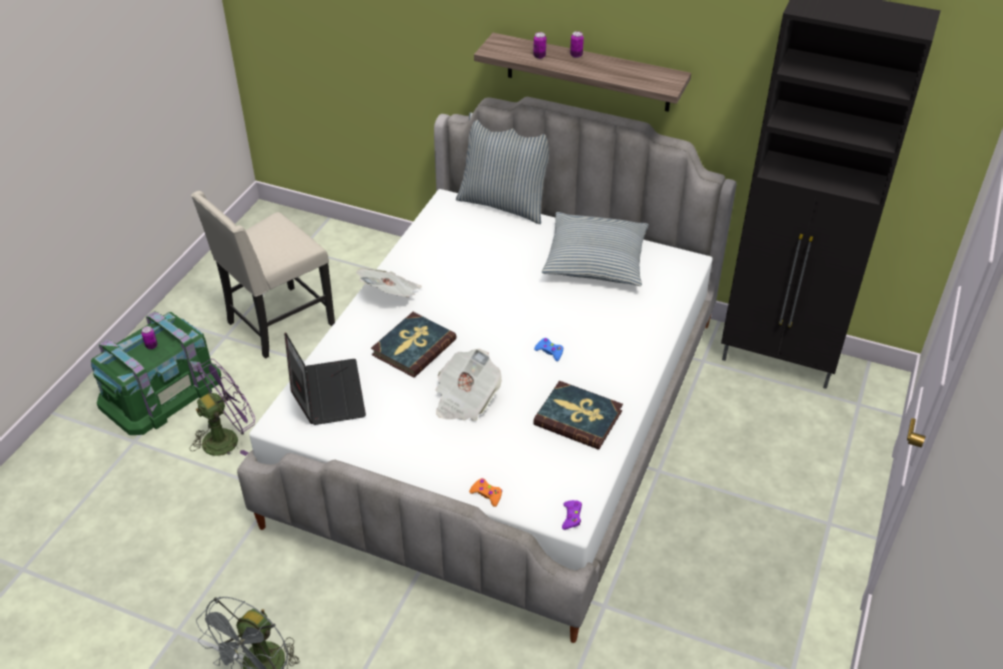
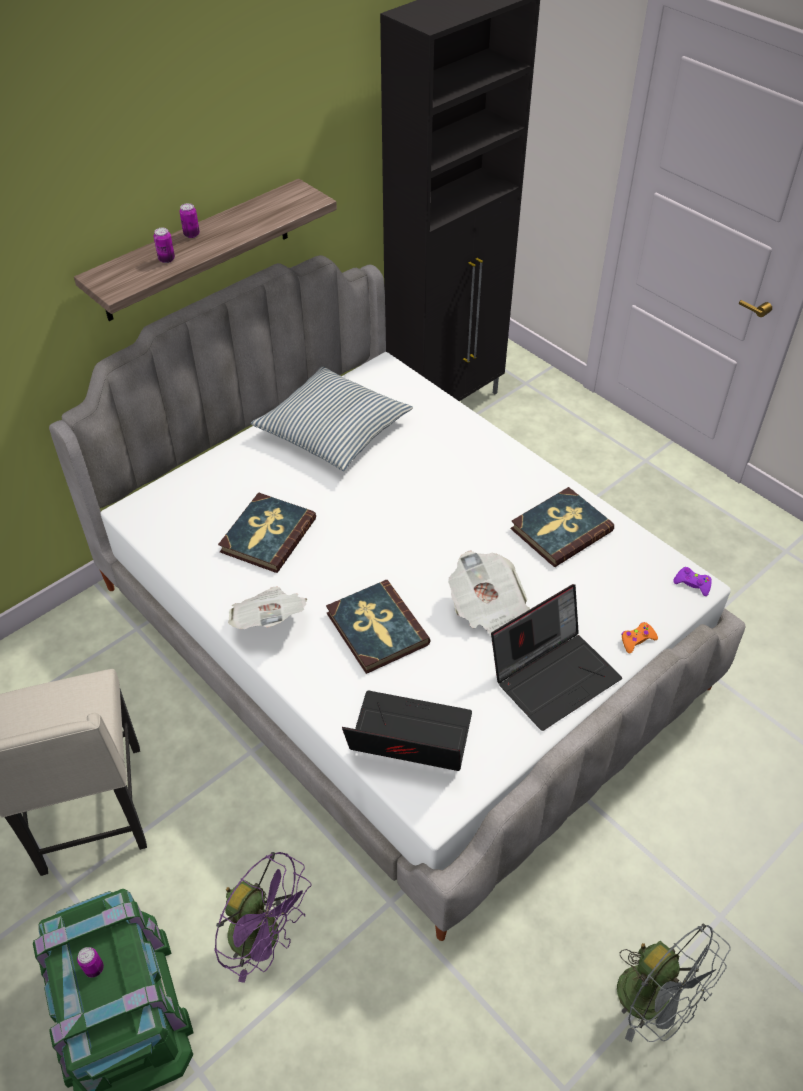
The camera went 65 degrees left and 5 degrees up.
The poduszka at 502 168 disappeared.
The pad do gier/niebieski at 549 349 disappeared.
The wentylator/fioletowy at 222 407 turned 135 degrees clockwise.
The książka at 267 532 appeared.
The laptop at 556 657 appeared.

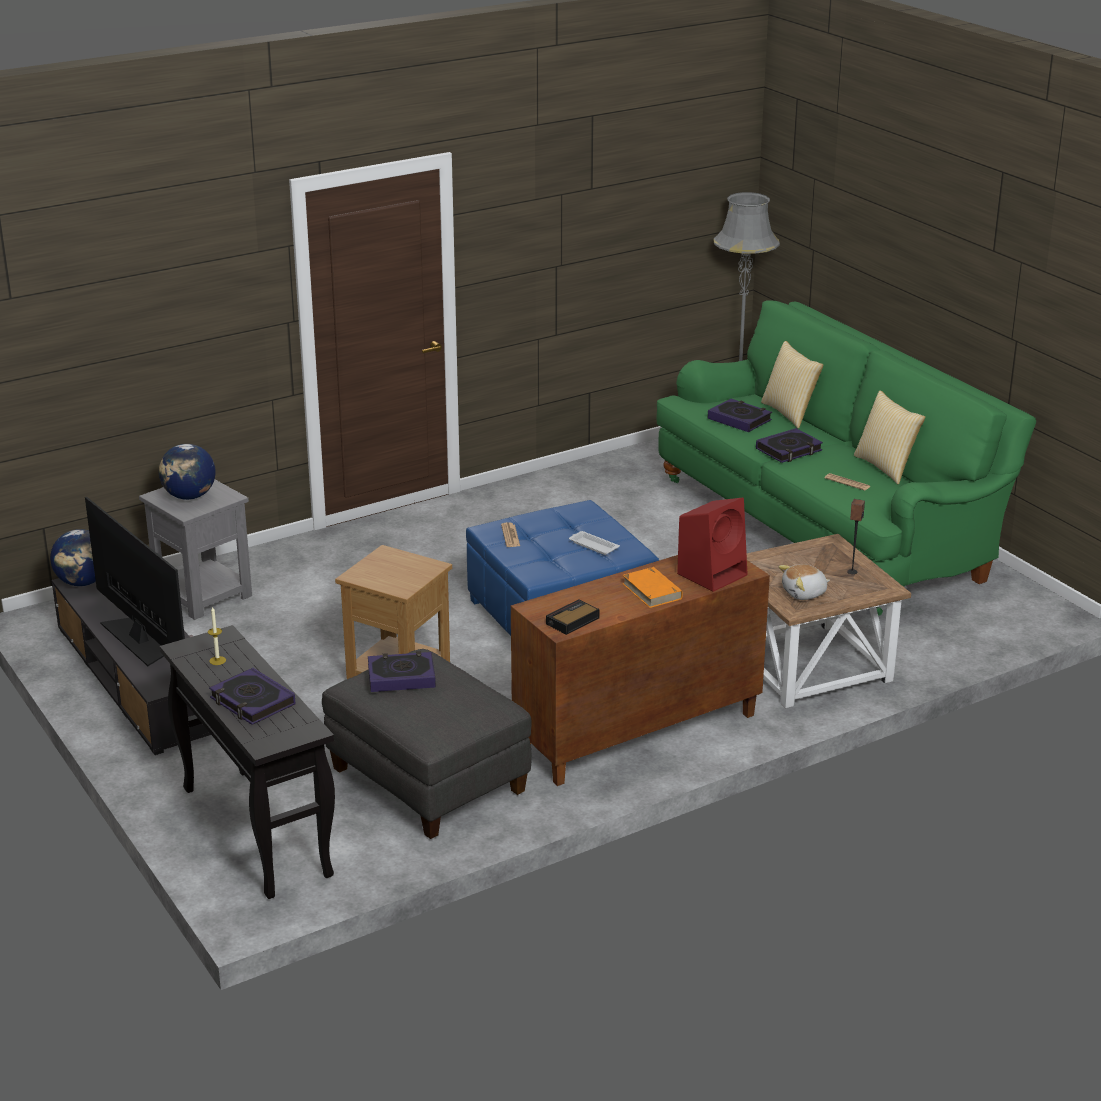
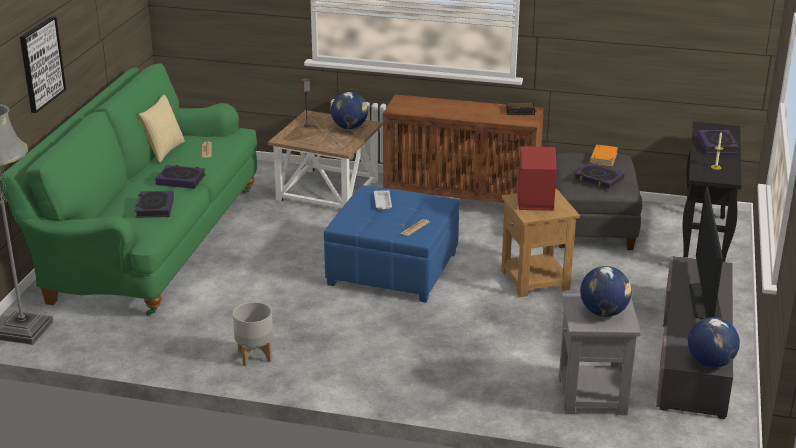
The camera went 135 degrees left and 0 degrees up.
The poduszka at 792 385 disappeared.
The głośnik/czerwony moved from 712 545 to 537 178.
The pluszak at 804 582 was replaced by the globus at 349 110.
The książka/pomarańczowy moved from 652 587 to 604 155.
The obraz at 43 64 appeared.
The donica/szary at 253 334 appeared.

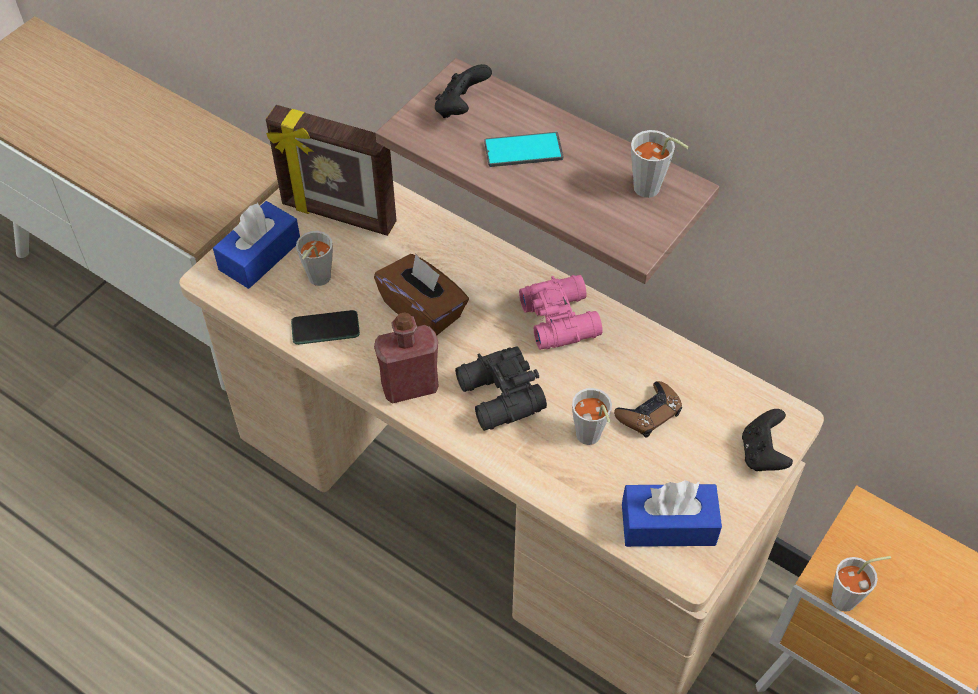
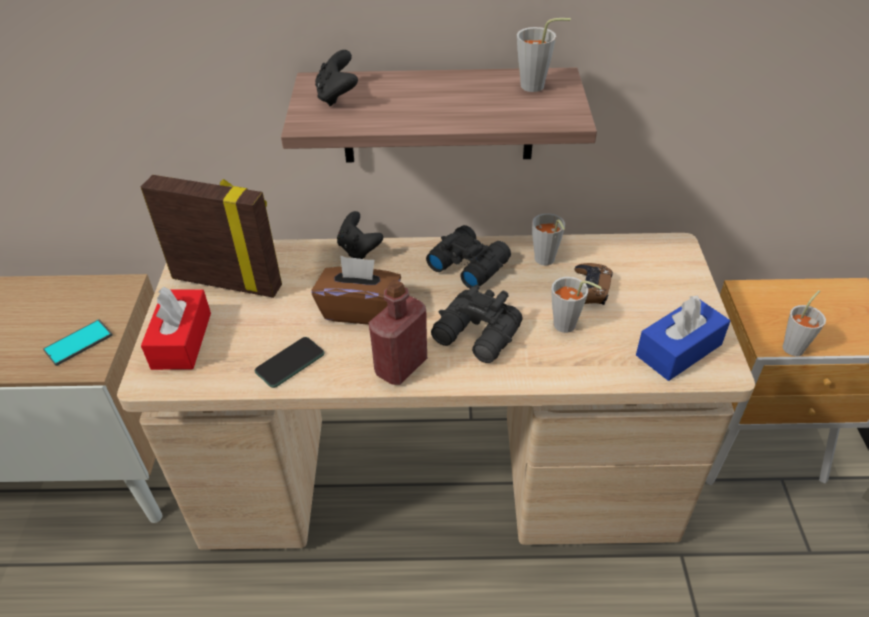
The camera went 35 degrees left and 10 degrees down.
The ramka na zdjęcie at 331 170 turned 150 degrees counterclockwise.
The telefon moved from 523 149 to 78 342.
The pudełko chusteczek/niebieski at 256 245 became the pudełko chusteczek/czerwony at 176 328.
The filiżanka/szary moved from 314 258 to 548 239.
The lornetka/różowy at 561 312 became the lornetka/czarny at 468 256.
The pad do gier/czarny moved from 767 440 to 360 235.

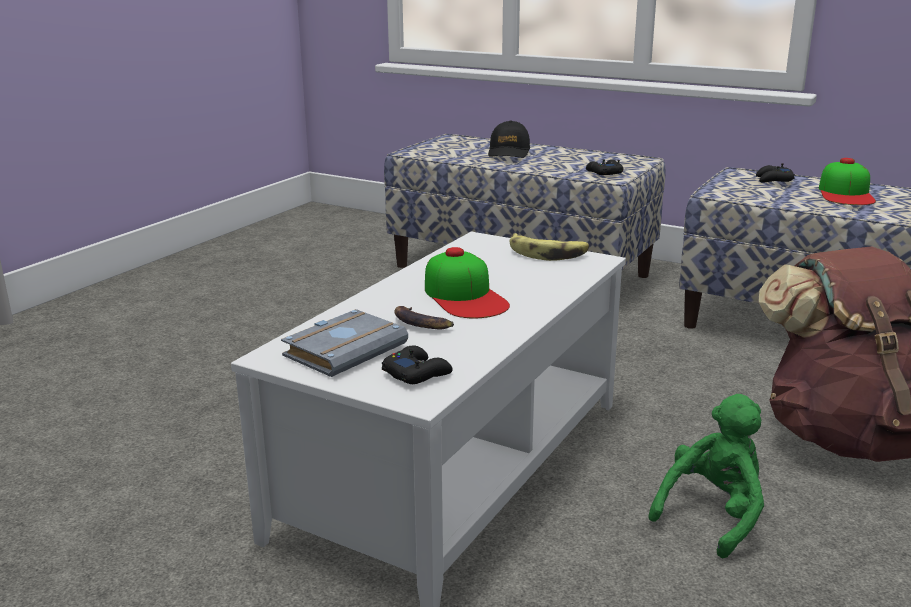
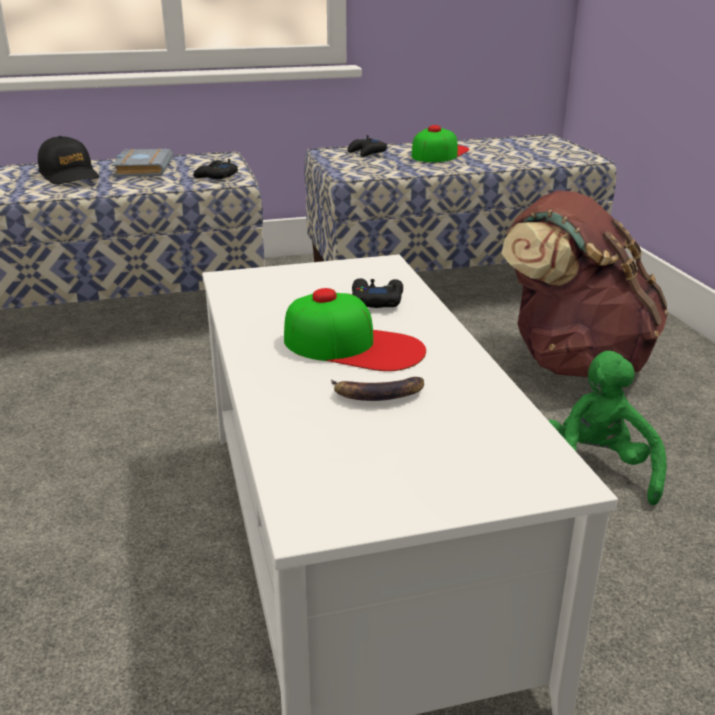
The camera went 45 degrees left and 5 degrees up.
The czapka z daszkiem at 847 181 turned 120 degrees counterclockwise.
The banan at 549 247 disappeared.
The książka/szary moved from 344 343 to 142 162.
The pad do gier/czarny moved from 417 364 to 377 293.

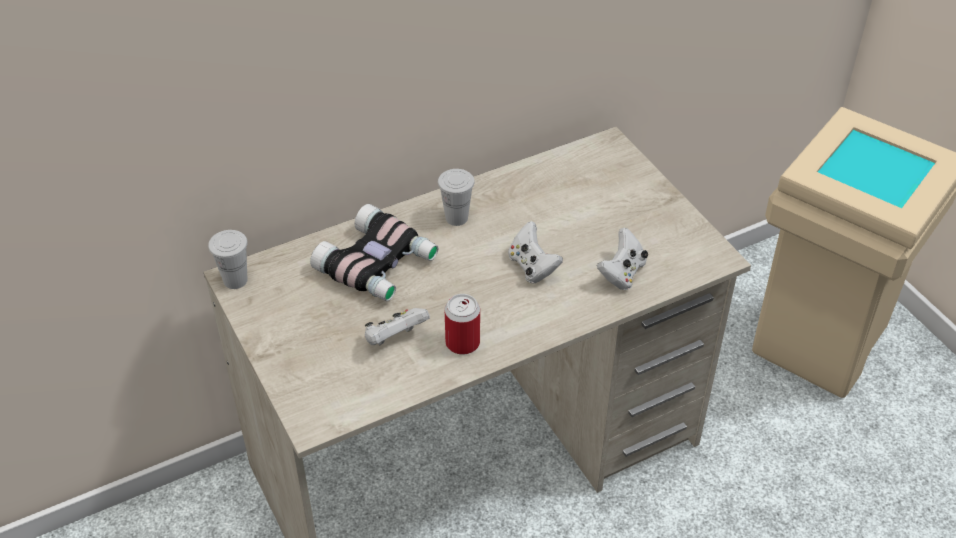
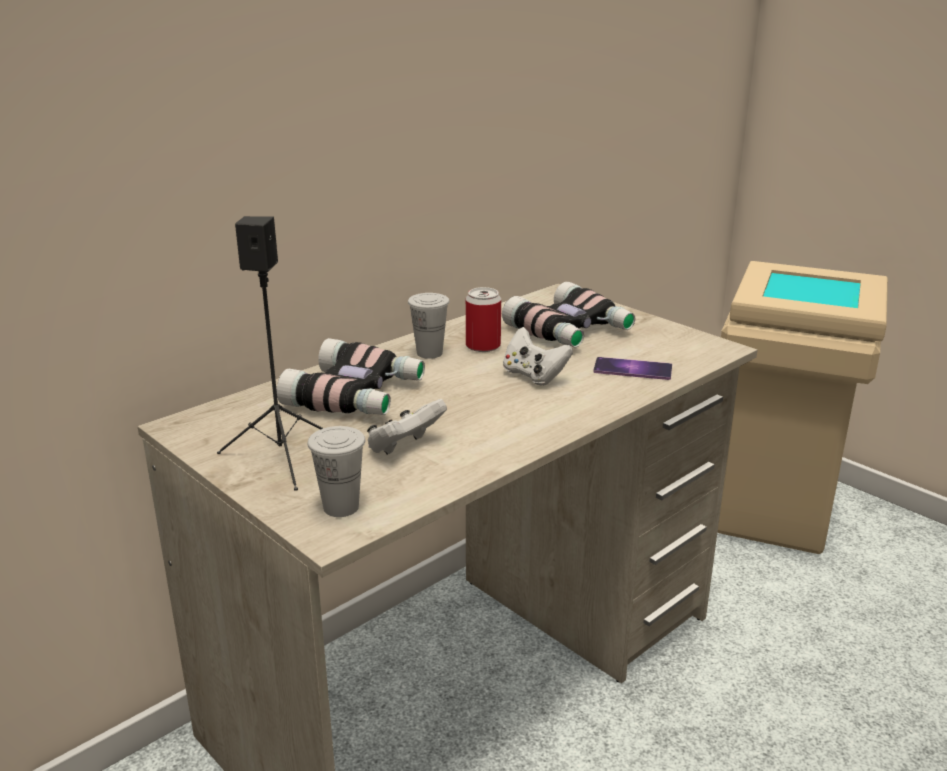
The camera went 15 degrees left and 20 degrees down.
The pad do gier/biały at 622 259 was replaced by the telefon at 632 368.
The filiżanka/biały moved from 228 259 to 336 471.
The puszka moved from 462 324 to 483 319.
The głośnik/czarny at 270 353 appeared.
The lornetka at 568 315 appeared.

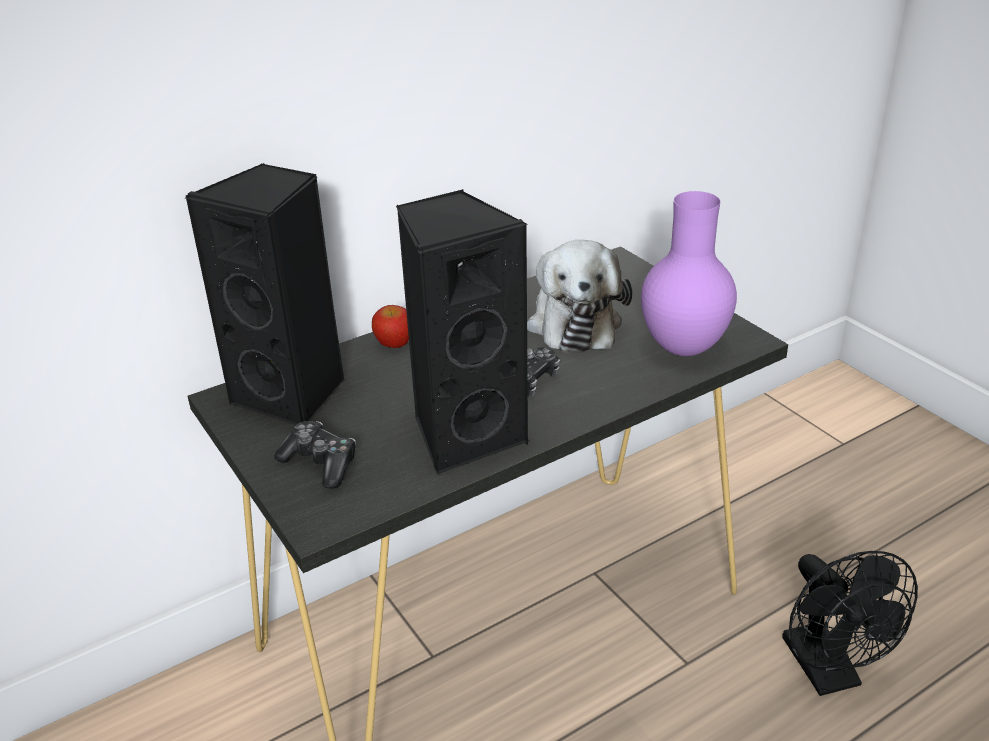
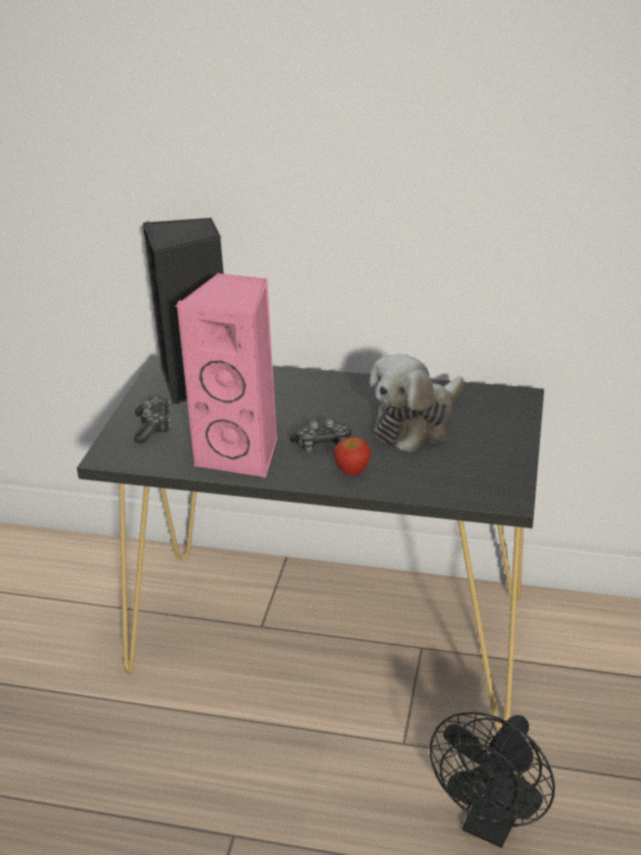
The camera went 45 degrees right and 0 degrees up.
The głośnik/czarny at 463 332 became the głośnik/różowy at 227 376.
The wazon/fioletowy at 689 273 disappeared.
The jabłko moved from 390 326 to 352 456.

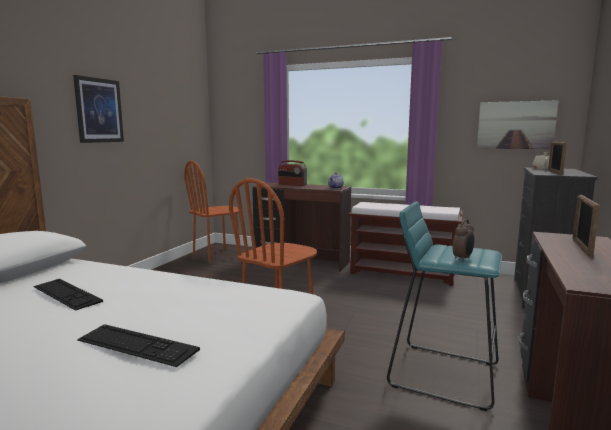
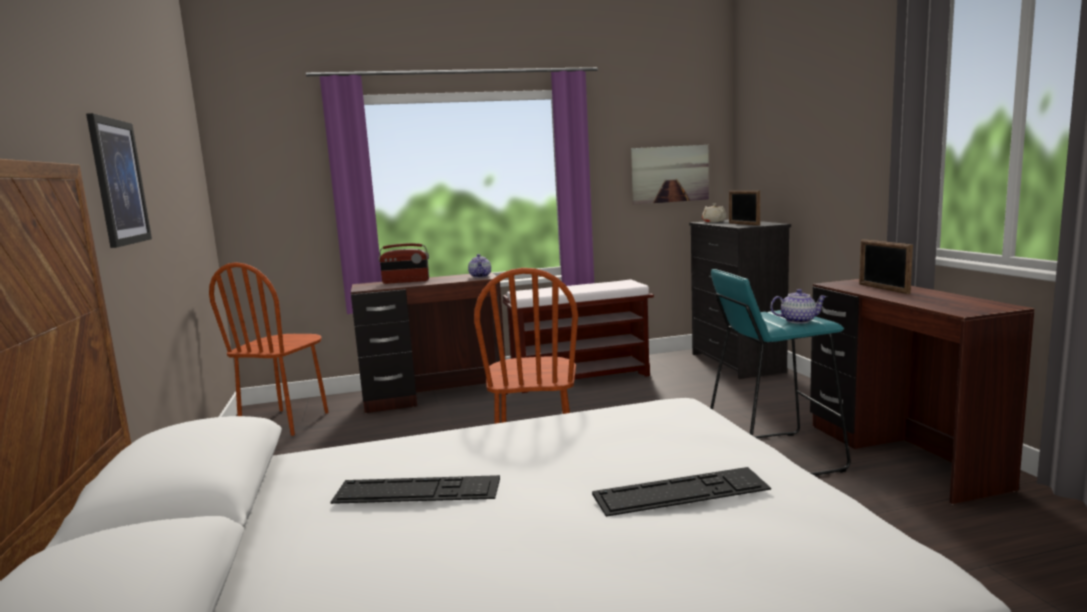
The camera went 35 degrees left and 0 degrees up.
The budzik at 463 240 was replaced by the imbryk at 798 306.

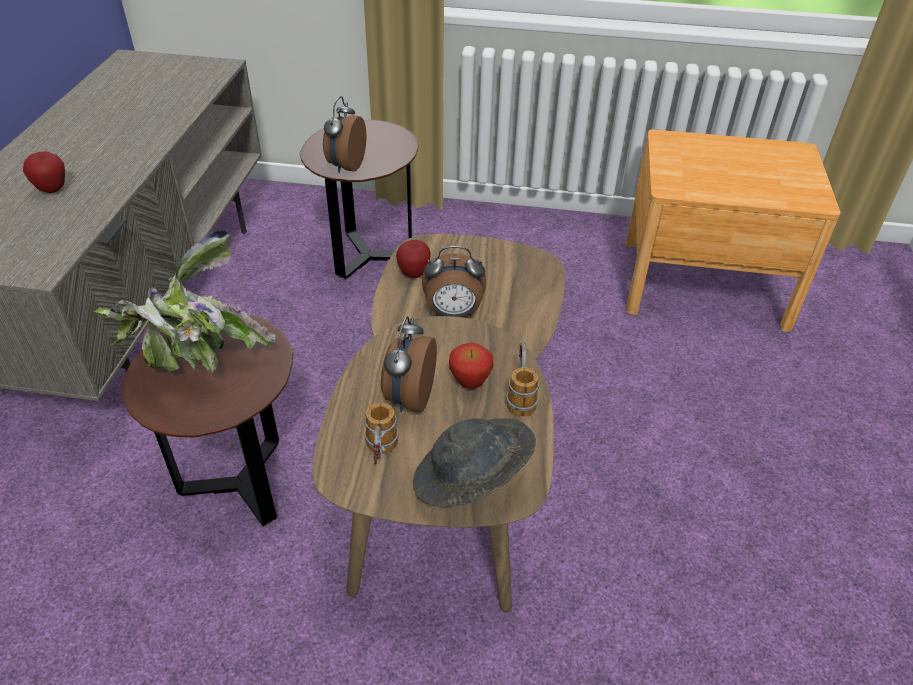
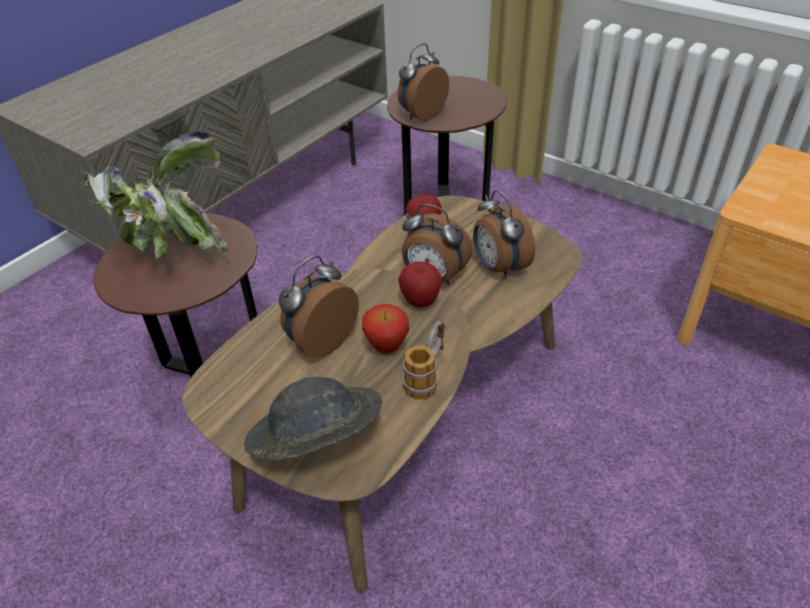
The camera went 30 degrees right and 0 degrees up.
The jabłko moved from 44 172 to 420 285.
The kubek at 381 434 disappeared.
The budzik at 504 234 appeared.

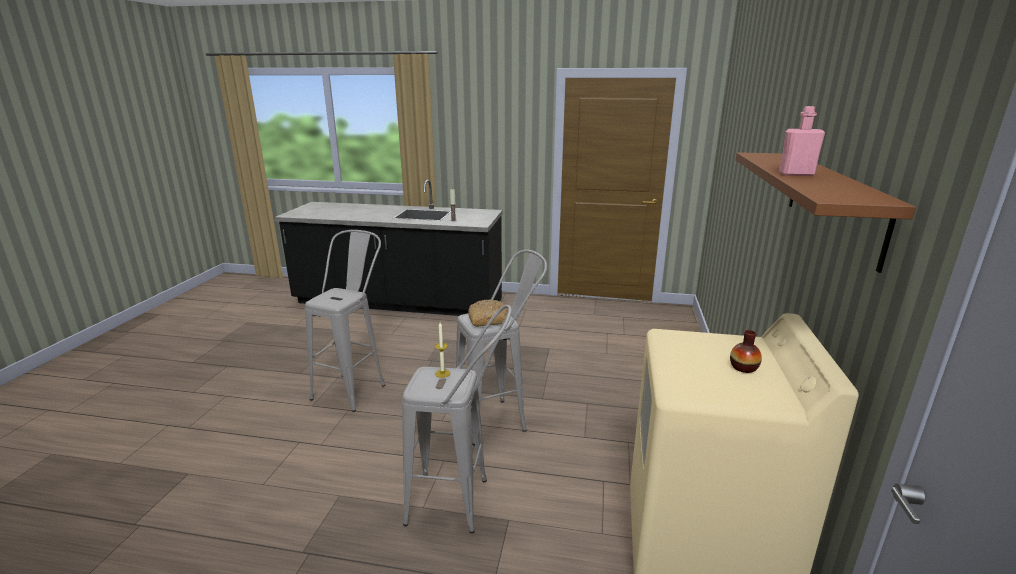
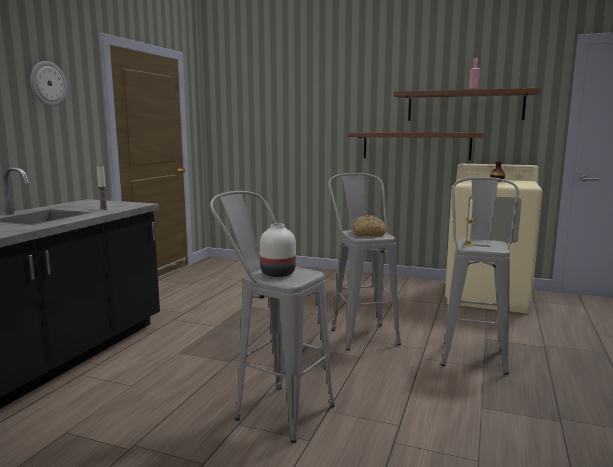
The camera went 80 degrees left and 10 degrees down.
The zegar ścienny at 48 83 appeared.
The półka/brązowy at 415 146 appeared.
The wazon/biały at 278 250 appeared.

